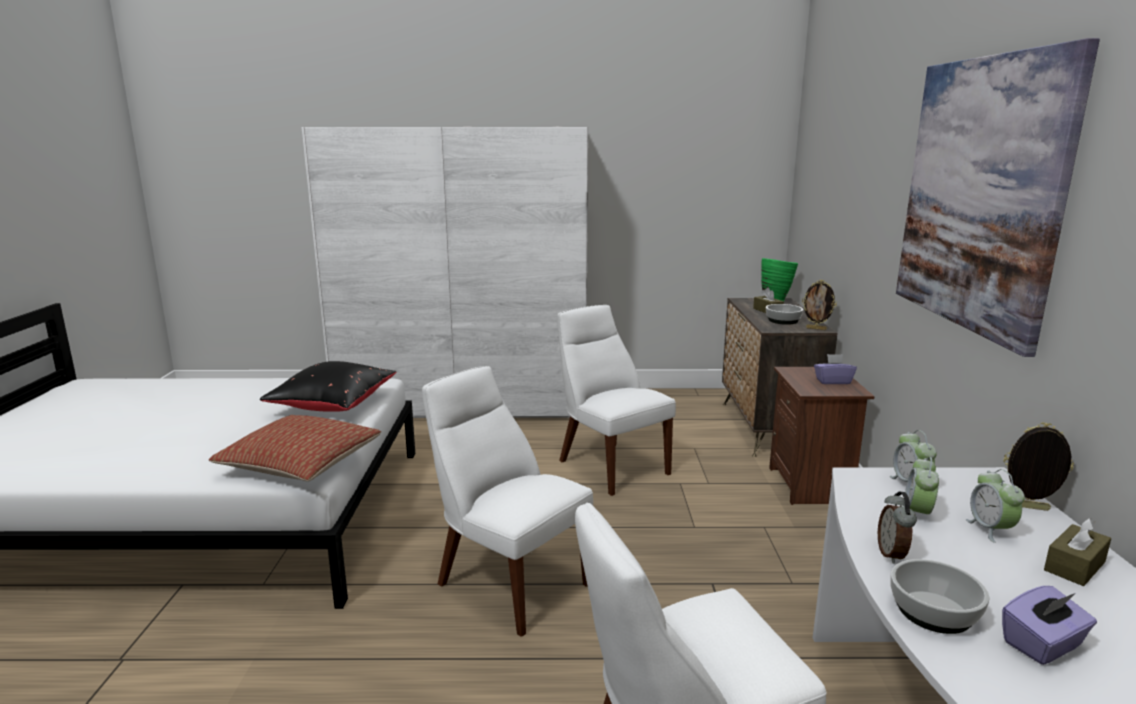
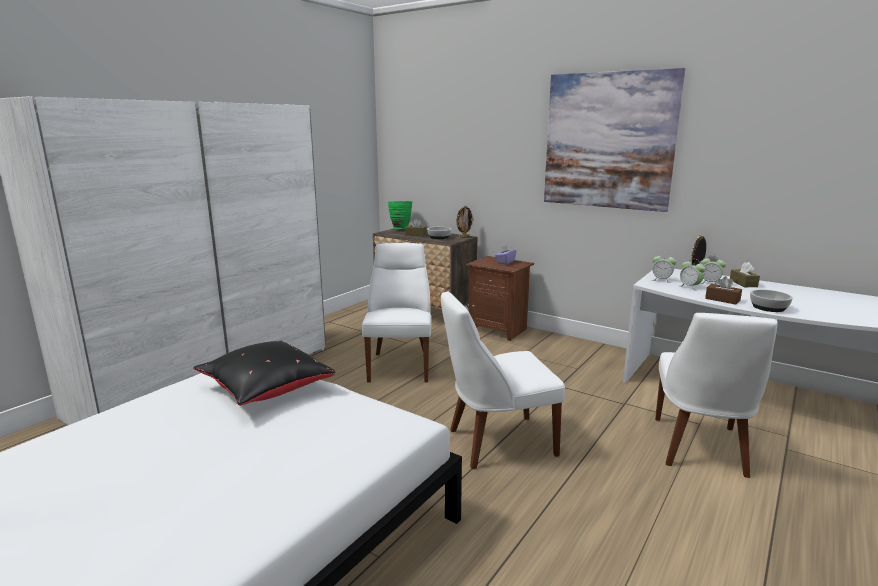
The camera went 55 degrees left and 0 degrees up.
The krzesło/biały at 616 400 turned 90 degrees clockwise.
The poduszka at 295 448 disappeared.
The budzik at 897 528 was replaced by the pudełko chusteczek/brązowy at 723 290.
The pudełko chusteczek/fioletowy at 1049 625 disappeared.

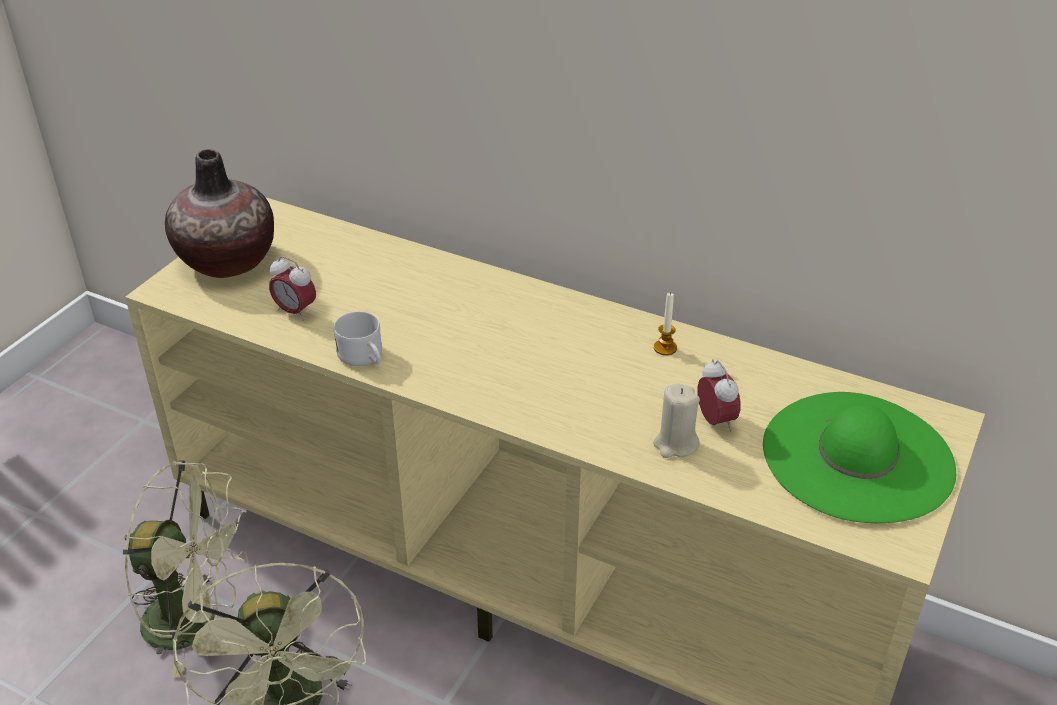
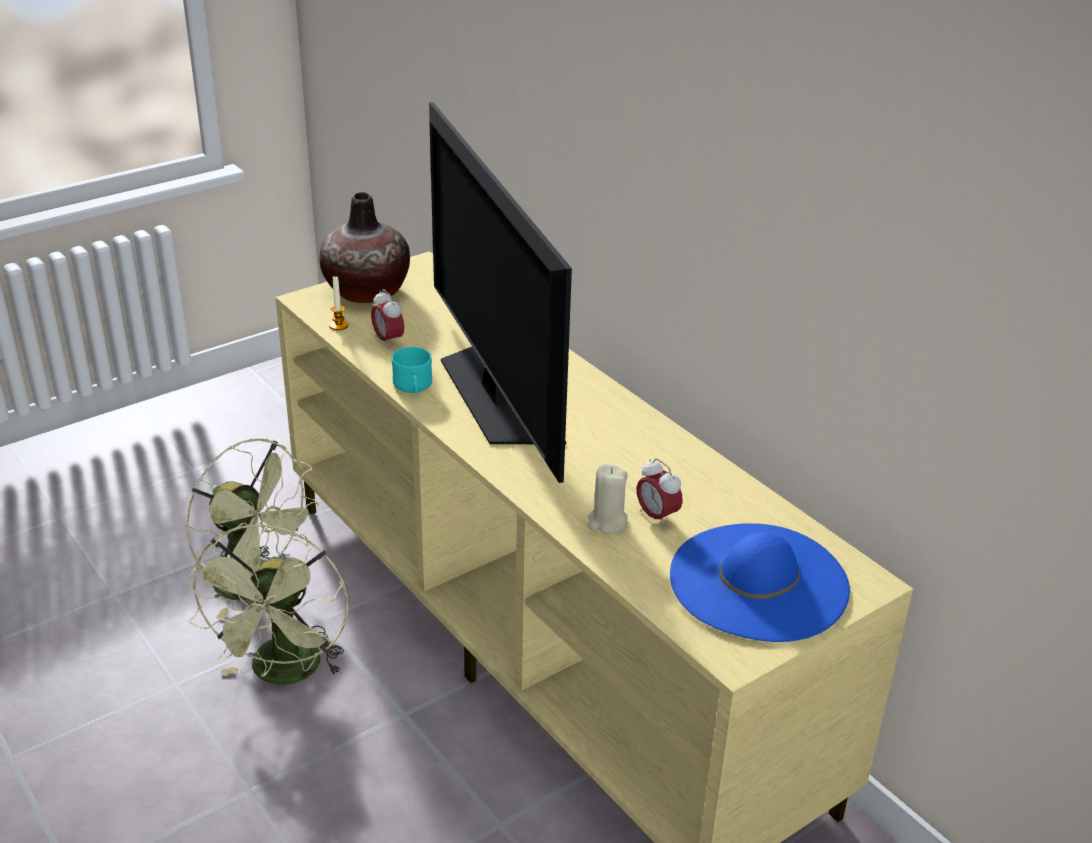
The camera went 25 degrees right and 5 degrees down.
The świeca moved from 665 323 to 338 303.
The kubek/biały at 358 338 became the kubek/turkusowy at 412 370.
The budzik at 719 395 turned 135 degrees clockwise.
The kapelusz/zielony at 859 457 became the kapelusz/niebieski at 760 582.
The telewizor at 500 292 appeared.

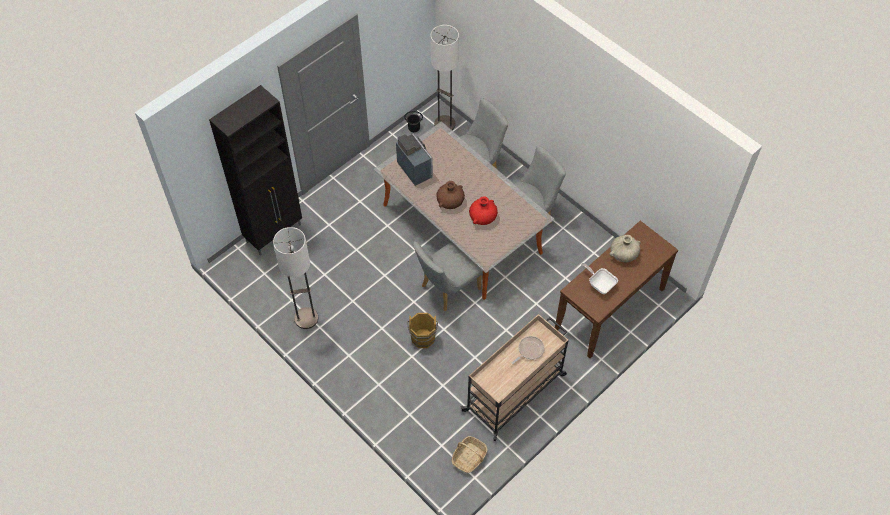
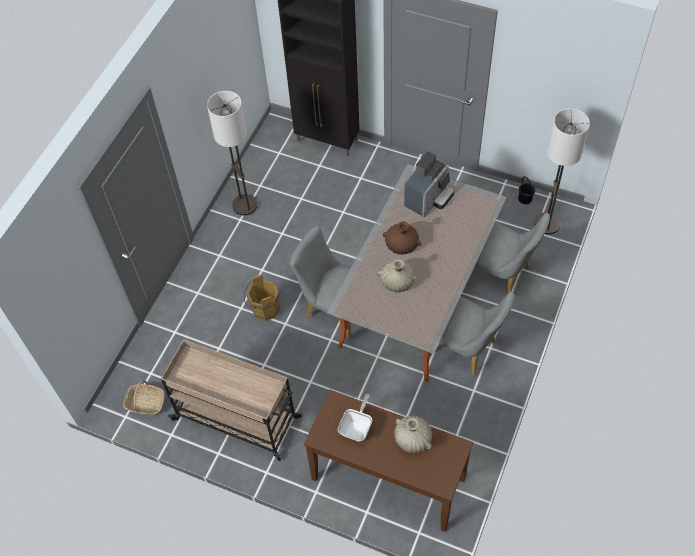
The camera went 70 degrees right and 0 degrees up.
The wazon/czerwony at 483 210 became the wazon/beżowy at 397 276.
The patelnia at 527 350 disappeared.

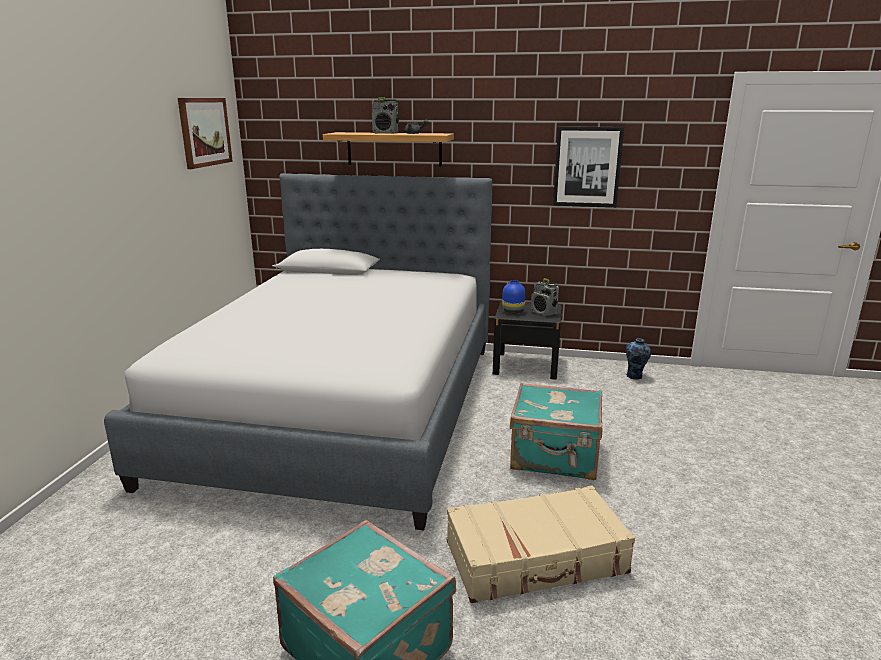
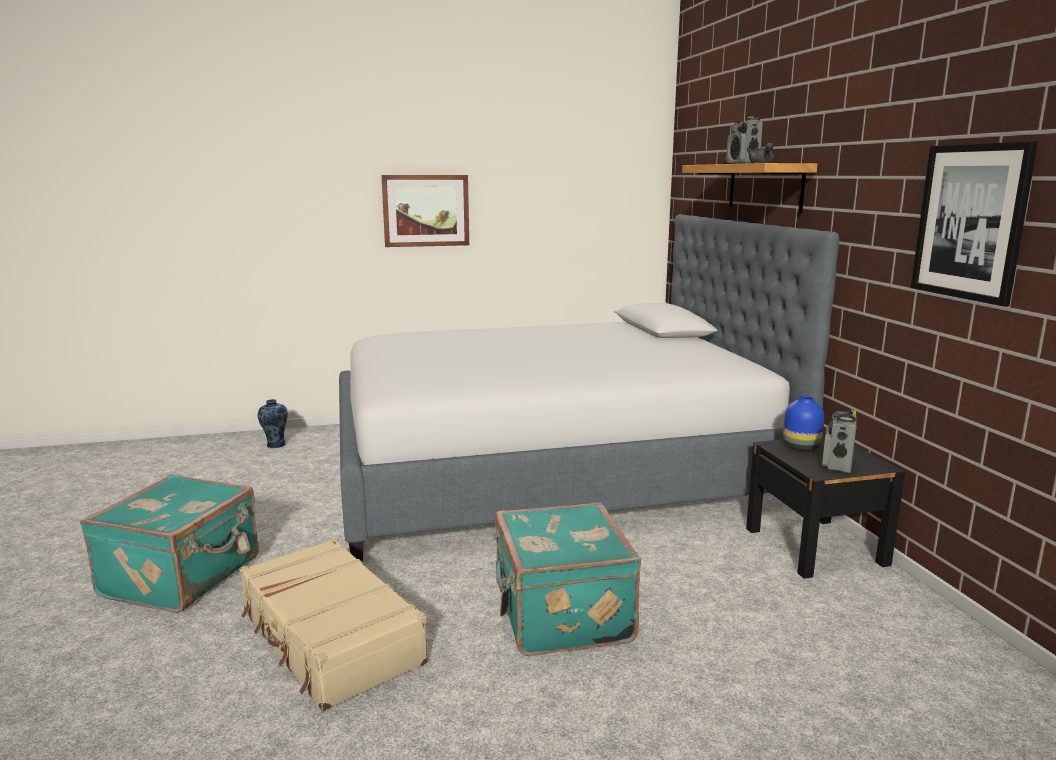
The camera went 65 degrees right and 5 degrees down.
The obraz moved from 205 133 to 425 211.
The wazon moved from 638 359 to 273 423.

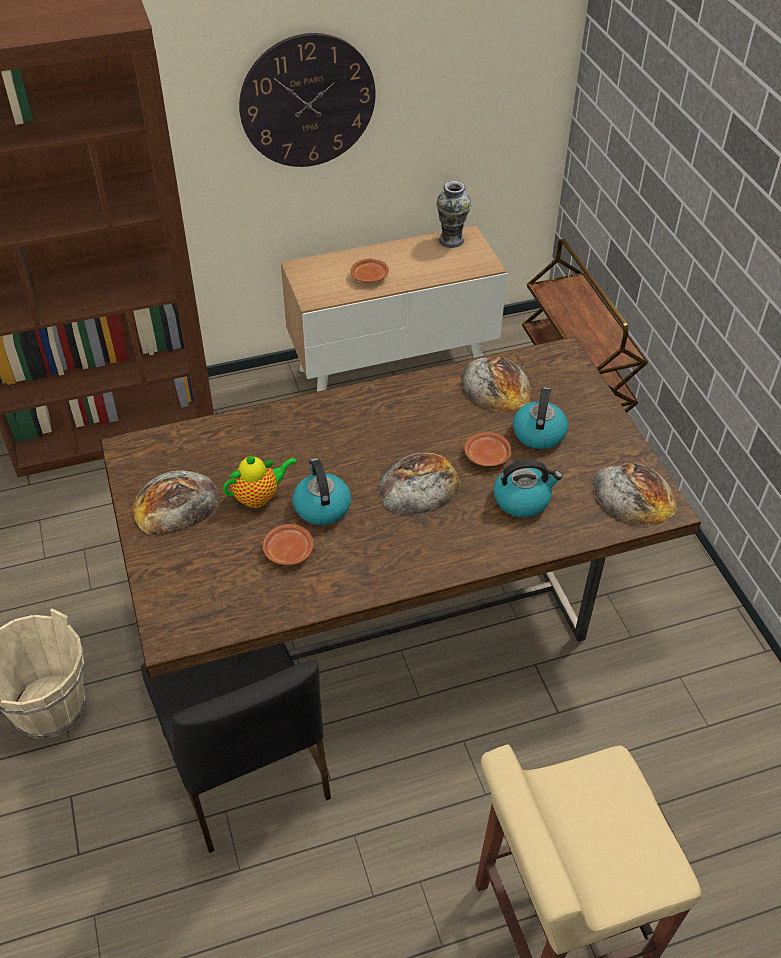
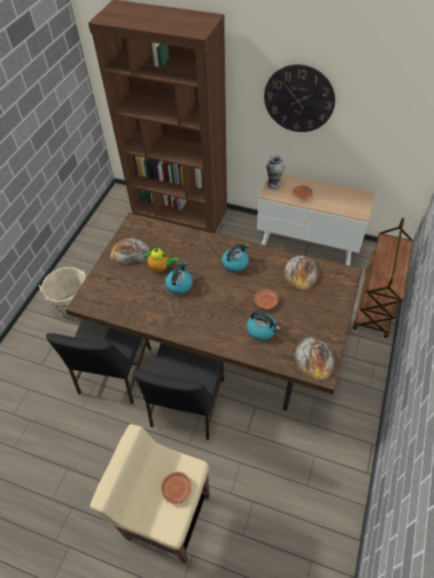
The camera went 40 degrees right and 5 degrees up.
The wazon moved from 454 214 to 275 172.
The czajnik moved from 540 418 to 235 258.
The chleb at 419 484 disappeared.
The talerz/brązowy moved from 288 544 to 176 488.
The krzesło/czarny at 178 391 appeared.

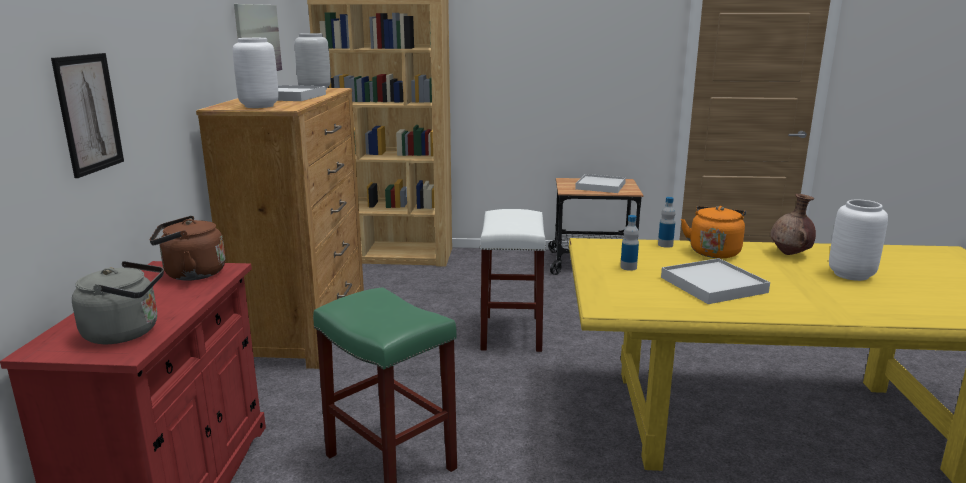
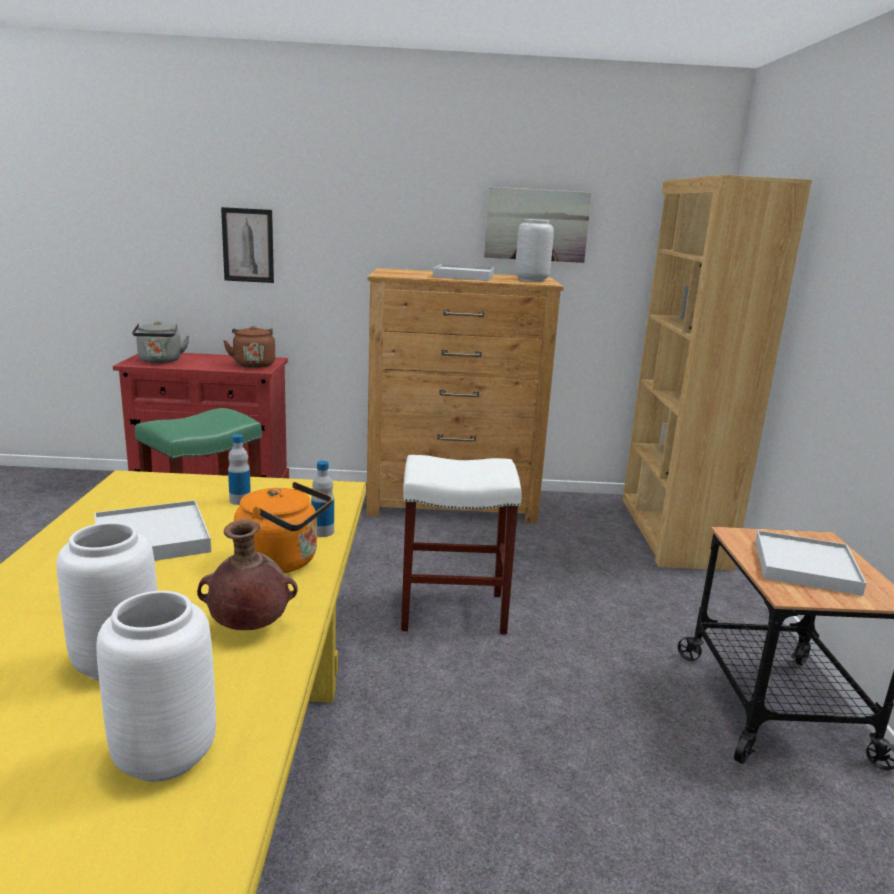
The camera went 85 degrees right and 0 degrees up.
The wazon/biały moved from 256 73 to 156 686.

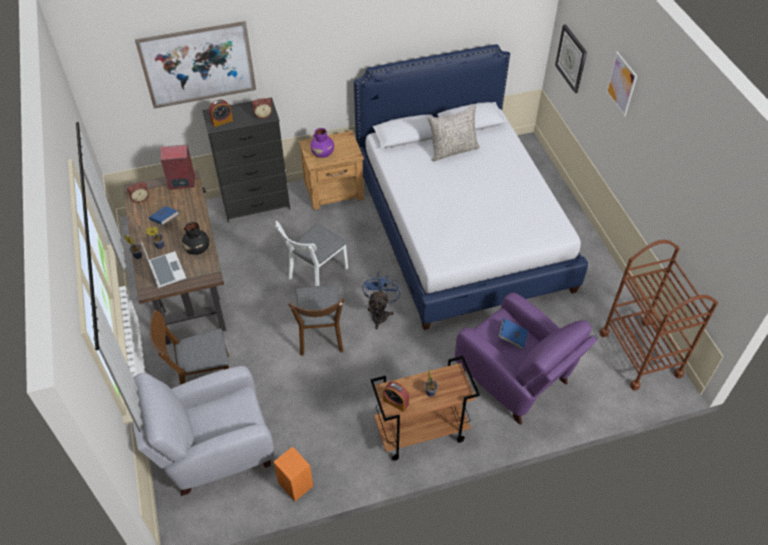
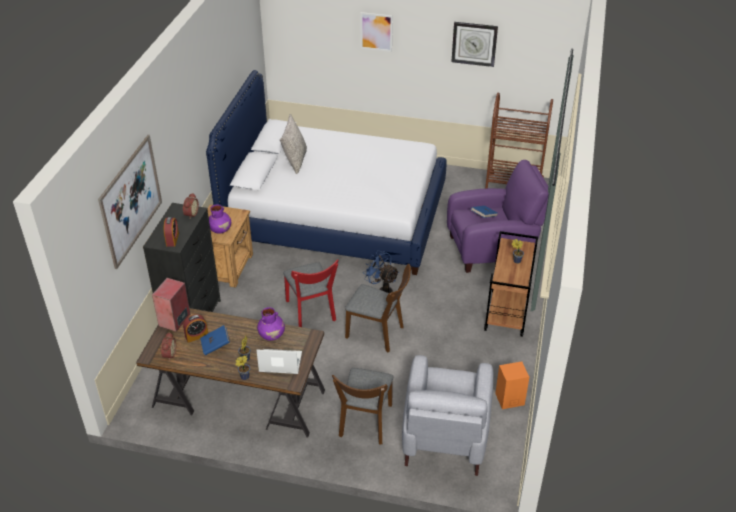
The camera went 60 degrees left and 10 degrees down.
The zegar ścienny moved from 571 58 to 474 44.
The krzesło/biały at 311 253 became the krzesło/czerwony at 311 293.
The wazon/czarny at 195 238 became the wazon/fioletowy at 271 324.
The budzik moved from 396 396 to 195 328.

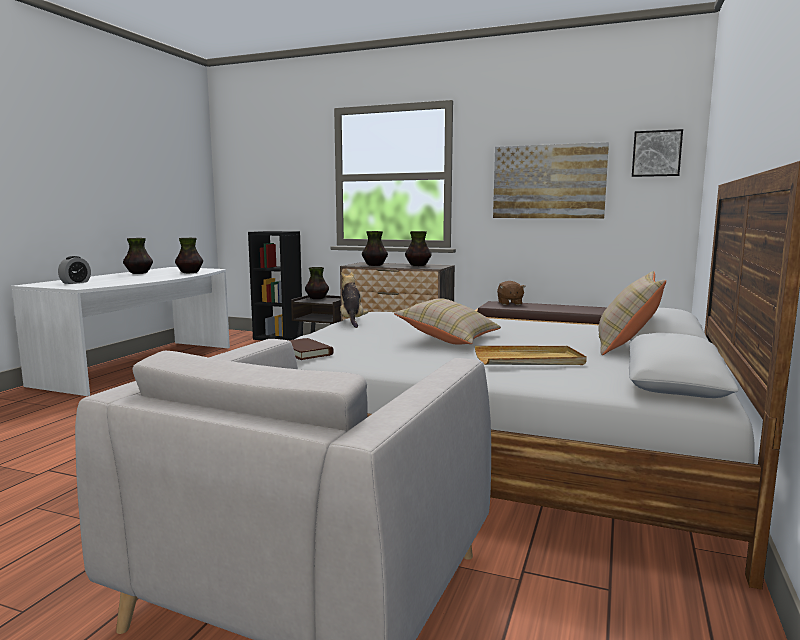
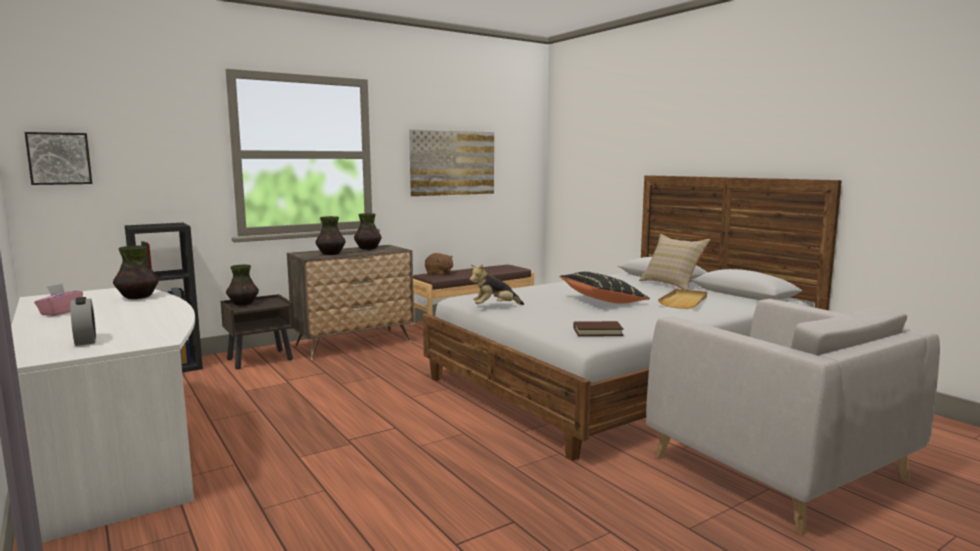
The camera went 55 degrees left and 0 degrees up.
The obraz moved from 657 153 to 58 158.
The wazon at 138 256 was replaced by the pudełko chusteczek/różowy at 58 300.
The pluszak at 354 300 turned 45 degrees counterclockwise.
The poduszka/beżowy at 447 321 became the poduszka/czarny at 605 288.

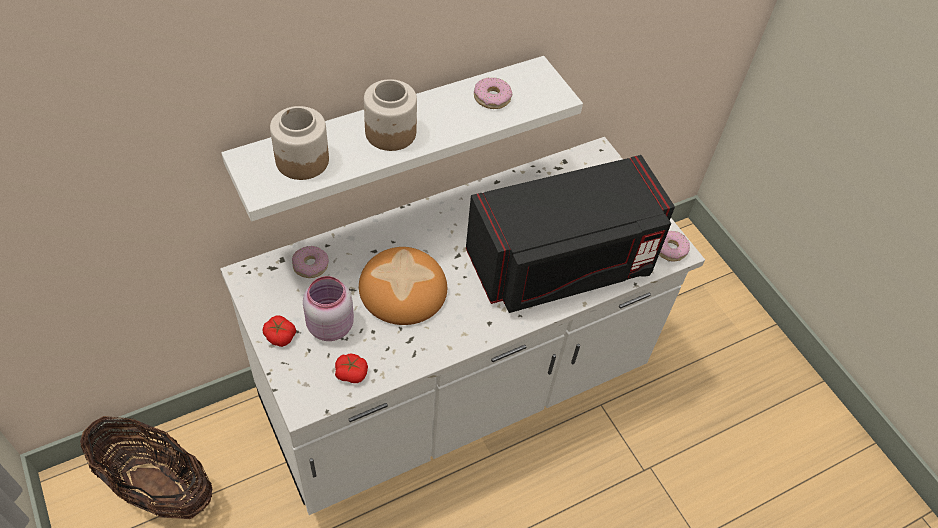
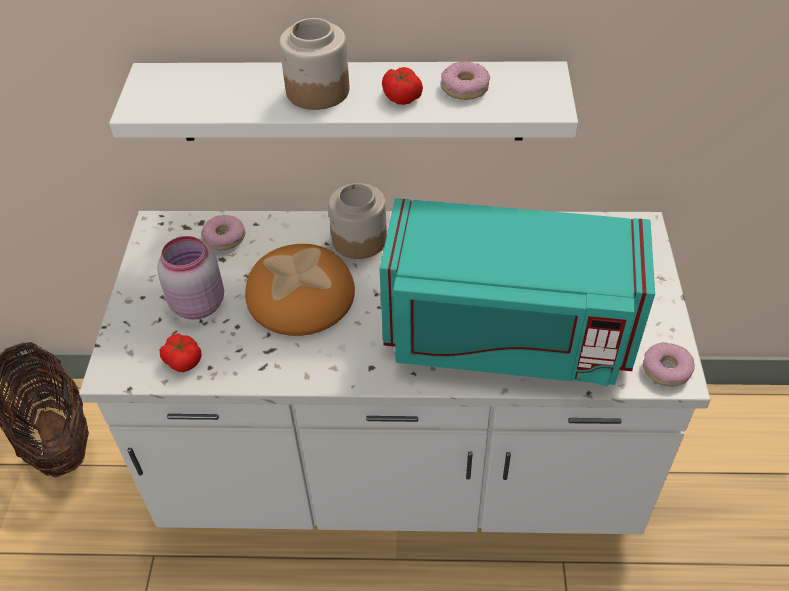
The camera went 35 degrees right and 5 degrees down.
The słoik moved from 299 143 to 357 221.
The mikrofalówka/czarny at 570 234 became the mikrofalówka/turkusowy at 517 292.
The pomidor moved from 279 331 to 402 86.

